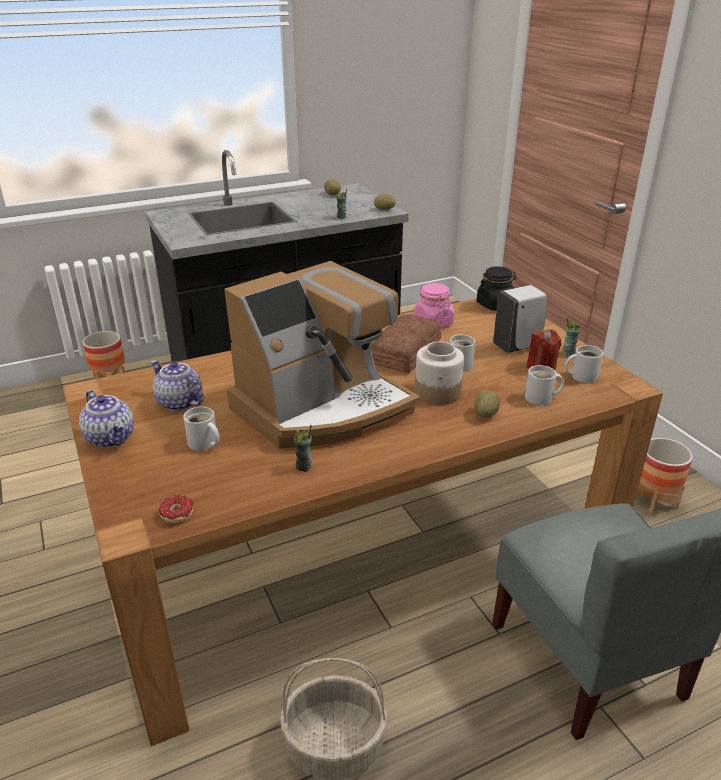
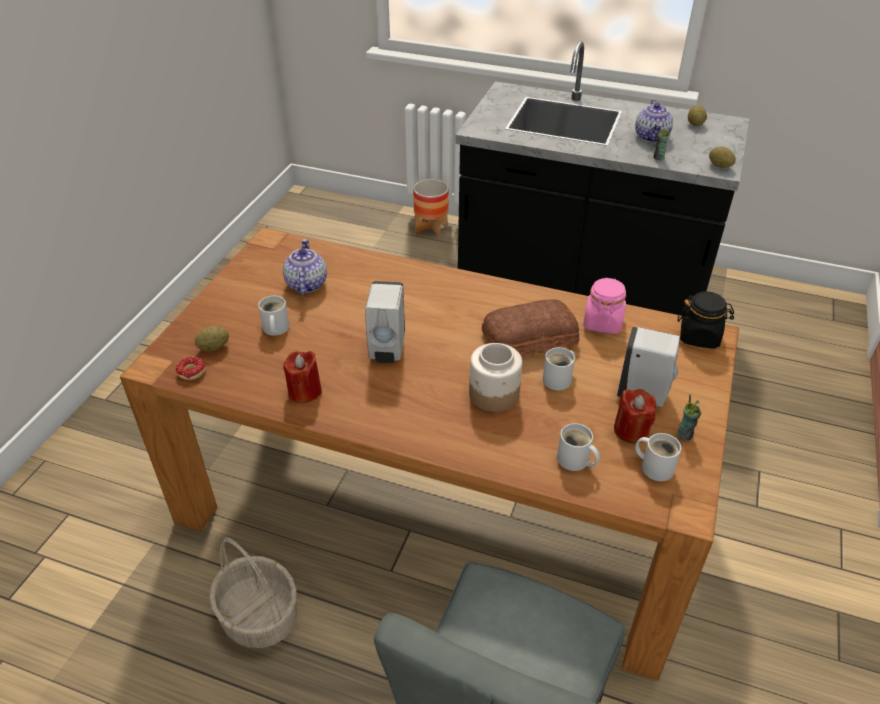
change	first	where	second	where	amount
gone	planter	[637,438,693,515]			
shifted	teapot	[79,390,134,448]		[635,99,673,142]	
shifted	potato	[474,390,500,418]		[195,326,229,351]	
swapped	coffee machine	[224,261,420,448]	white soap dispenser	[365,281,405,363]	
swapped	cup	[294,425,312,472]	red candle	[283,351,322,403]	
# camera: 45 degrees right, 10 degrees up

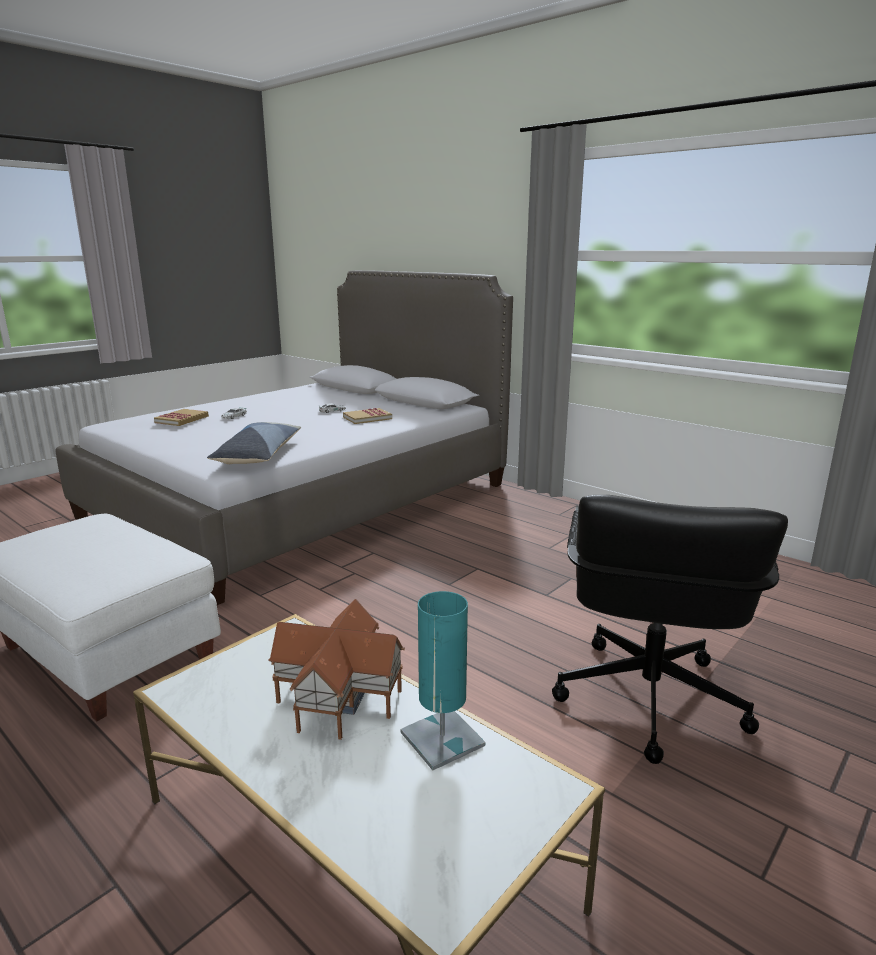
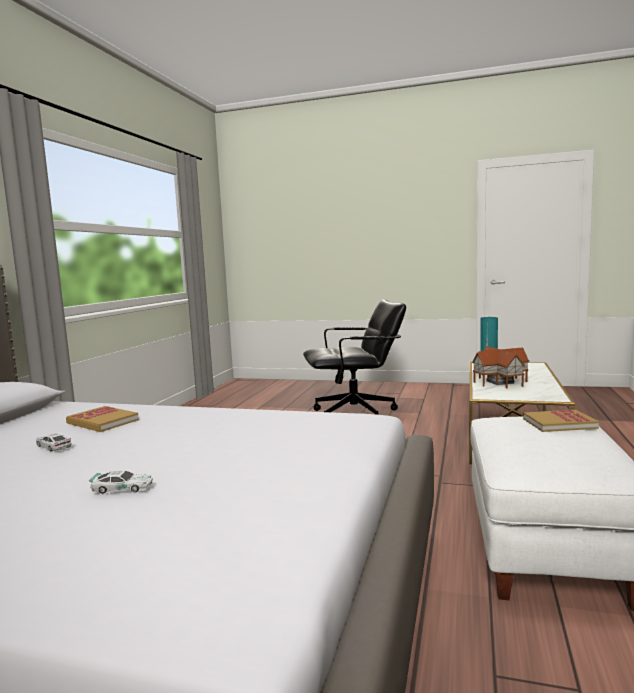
change	first	where	second	where	amount
gone	pillow	[207,422,301,464]			
shifted	book	[154,409,209,426]		[523,409,599,432]	
# camera: 115 degrees left, 10 degrees down

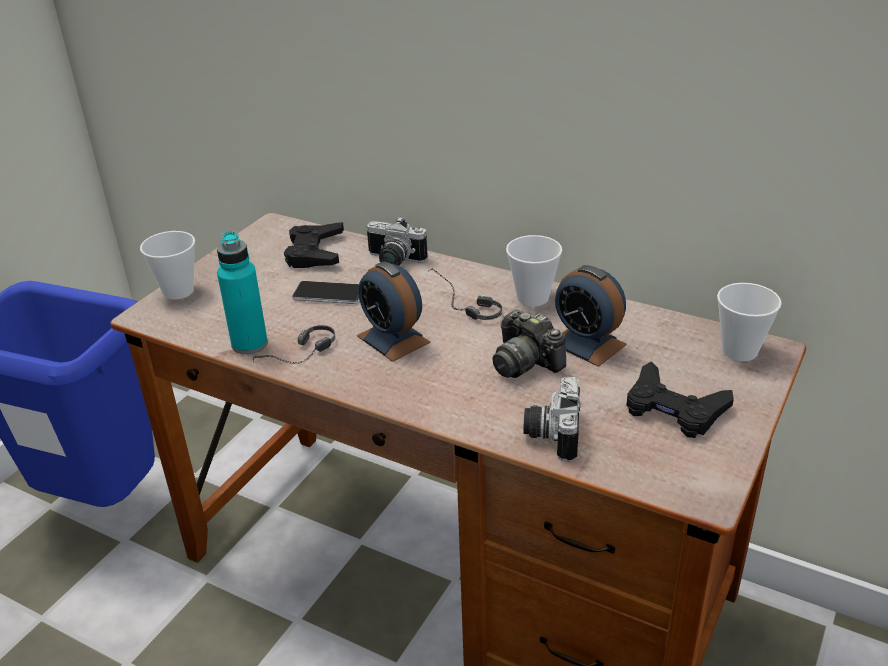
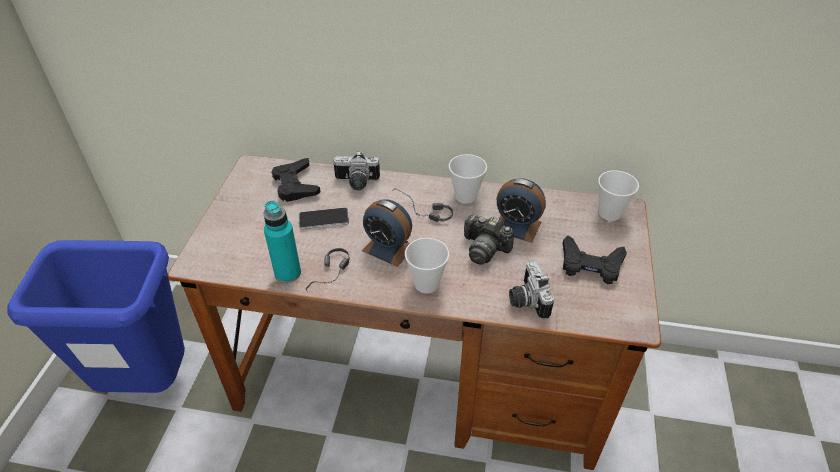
change	first	where	second	where	amount
shifted	cup	[140,231,195,300]		[405,238,449,293]	
# camera: 20 degrees left, 10 degrees up

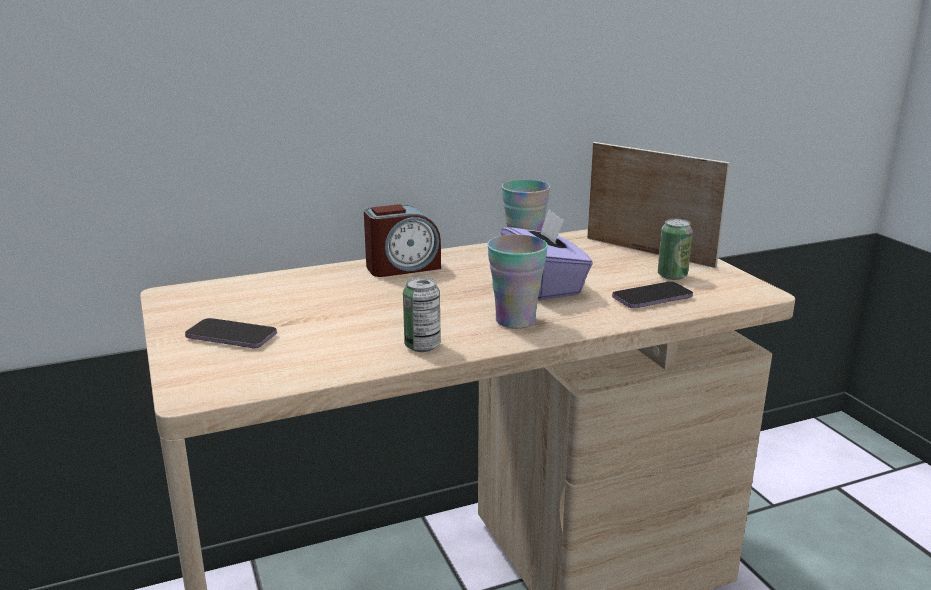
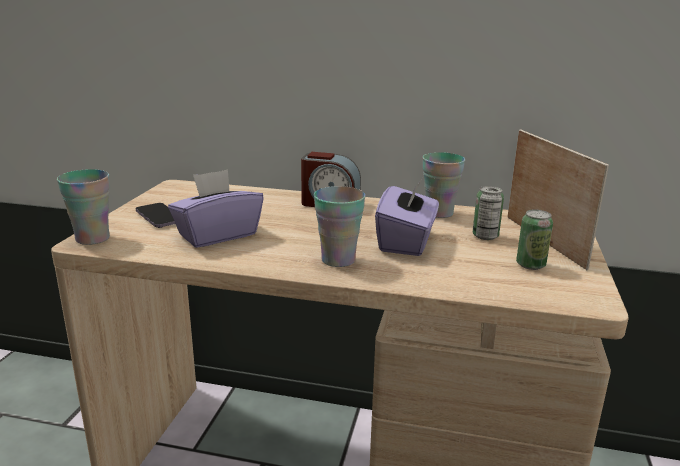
change	first	where	second	where	amount
gone	phone	[612,281,693,308]			
new			cup	[57,169,110,245]	
new			purple tissue box	[168,169,264,248]	
shifted	can	[403,277,441,352]		[473,186,504,240]	
# camera: 35 degrees right, 0 degrees up

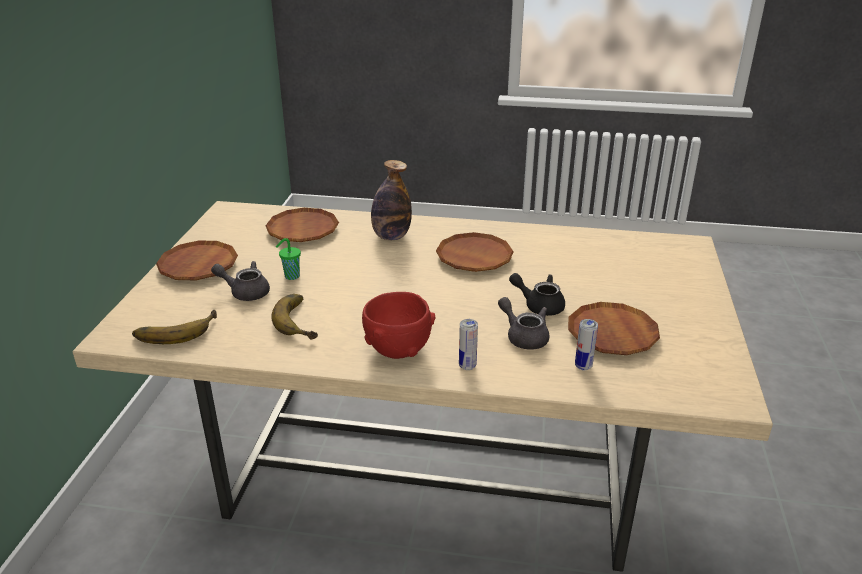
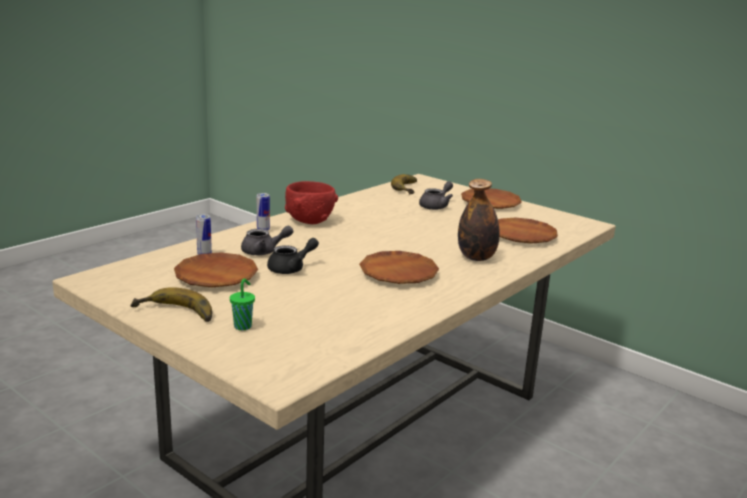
change	first	where	second	where	amount
shifted	banana	[271,294,318,340]		[130,287,212,322]	
shifted	green cup	[276,238,301,280]		[230,279,255,330]	
# camera: 120 degrees right, 10 degrees down

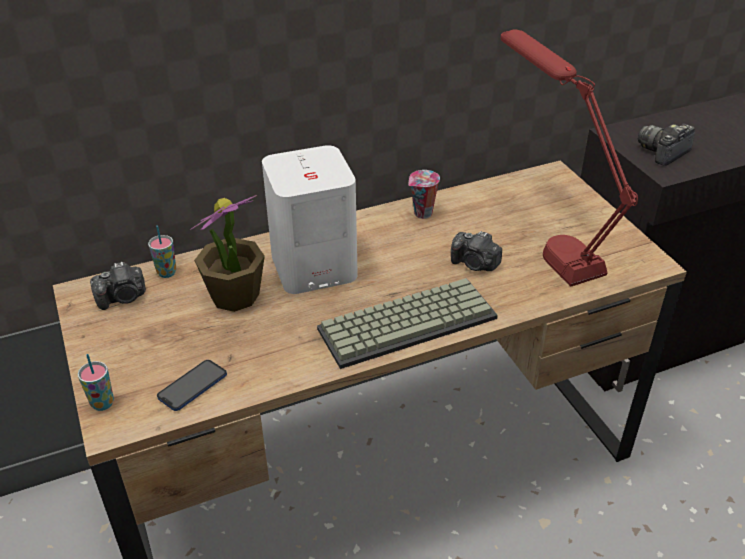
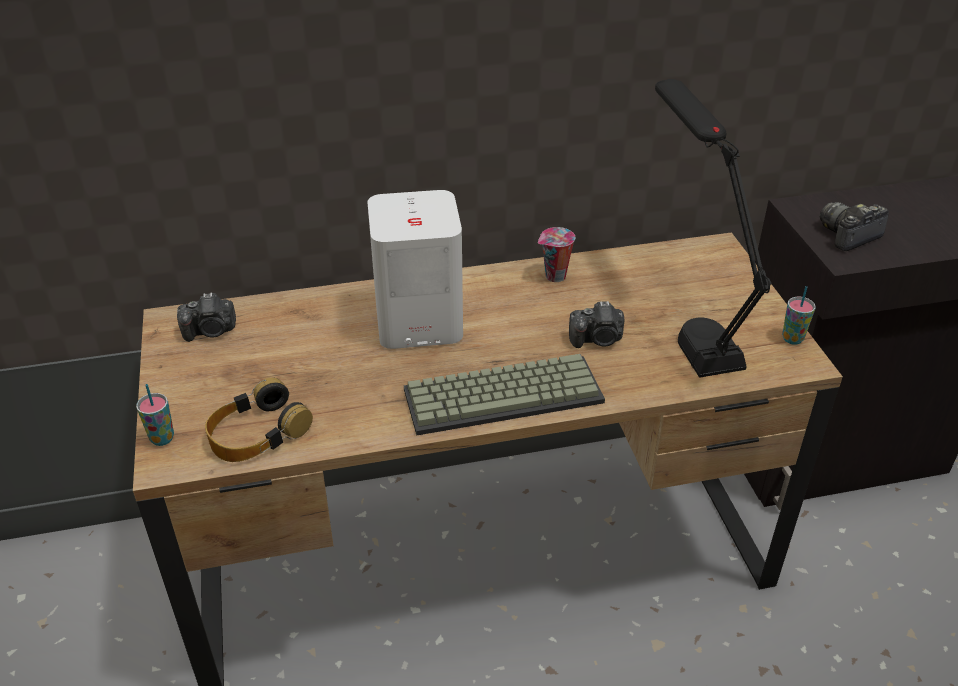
change	first	where	second	where	amount
gone	potted plant	[190,195,265,312]			
shifted	cup	[148,226,176,278]		[782,286,816,345]	
swapped	phone	[157,360,227,411]	headphones	[205,378,313,462]	
repainted	red table lamp	[500,29,638,287]	black table lamp	[655,79,772,378]	
rotated	photo camera	[451,231,502,271]		[569,301,624,348]	45 degrees counterclockwise
# camera: 10 degrees right, 0 degrees up

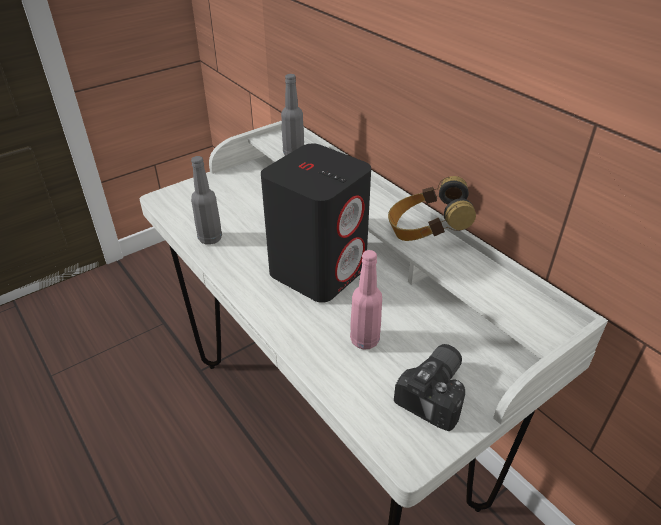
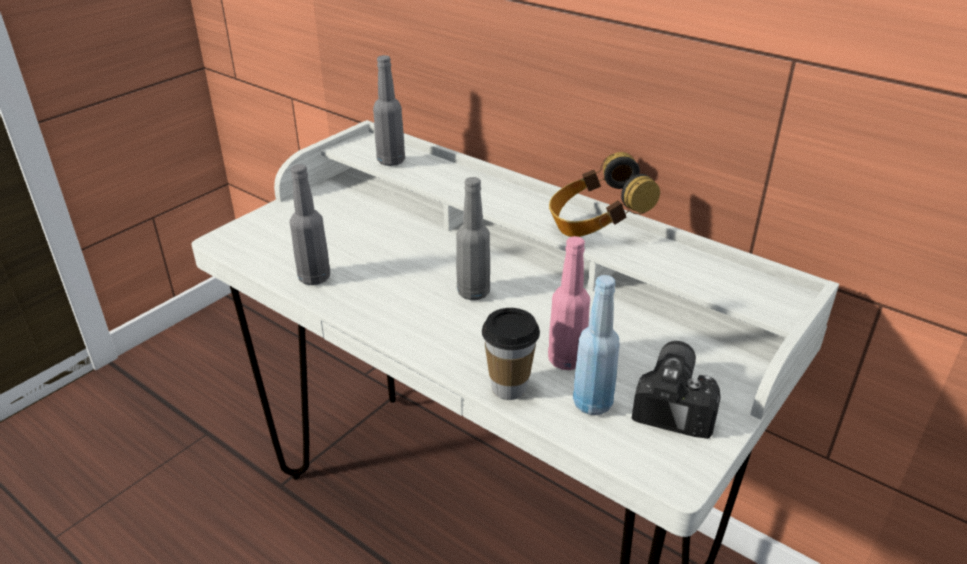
change	first	where	second	where	amount
new			cup	[482,308,540,400]	
new			blue bottle	[573,275,620,415]	
swapped	black speaker	[261,143,371,303]	grey bottle	[456,177,490,300]	
# camera: 15 degrees left, 5 degrees down

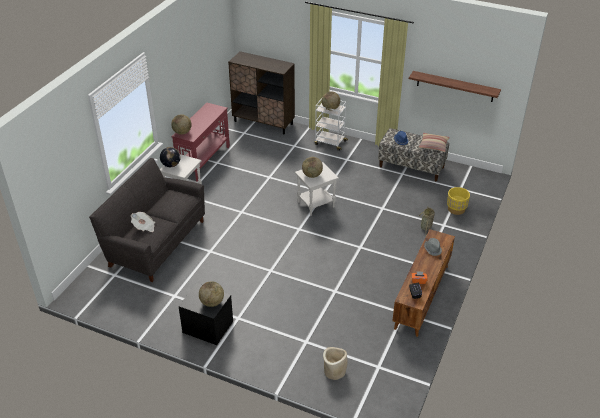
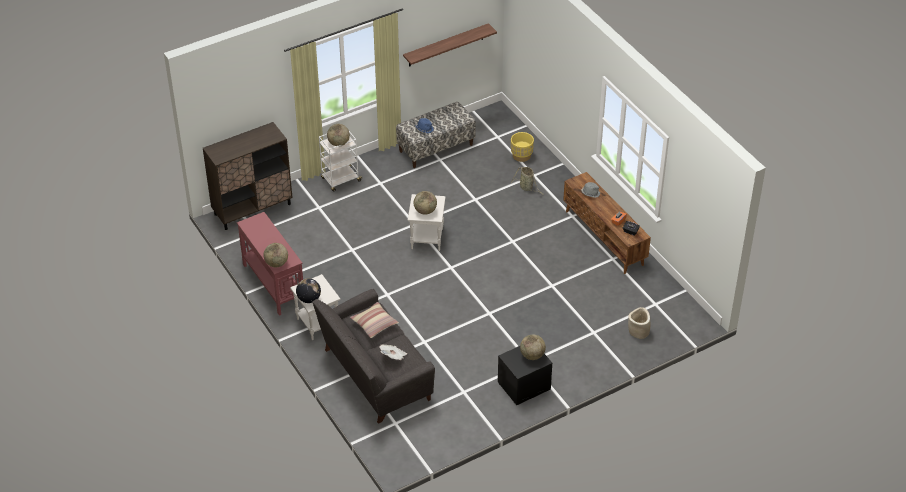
change	first	where	second	where	amount
shifted	pillow	[419,133,450,152]		[350,302,399,338]	
# camera: 55 degrees left, 5 degrees up

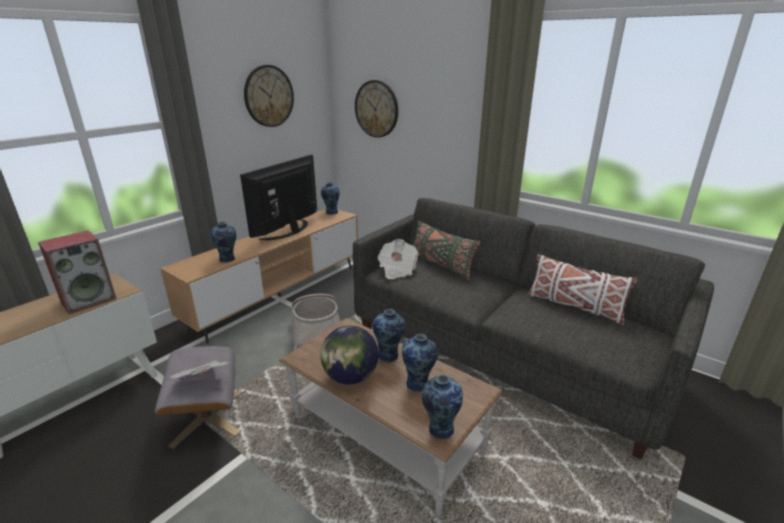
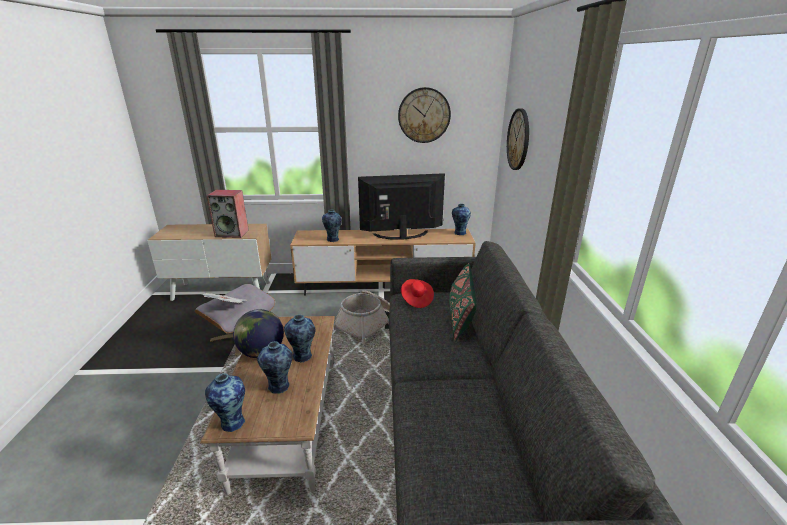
change	first	where	second	where	amount
gone	white pillow	[528,254,638,325]			
swapped	newspaper	[378,239,419,279]	red hat	[401,279,434,308]	
# camera: 50 degrees right, 0 degrees up

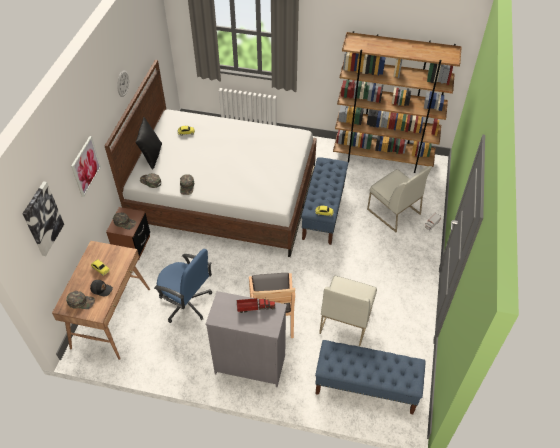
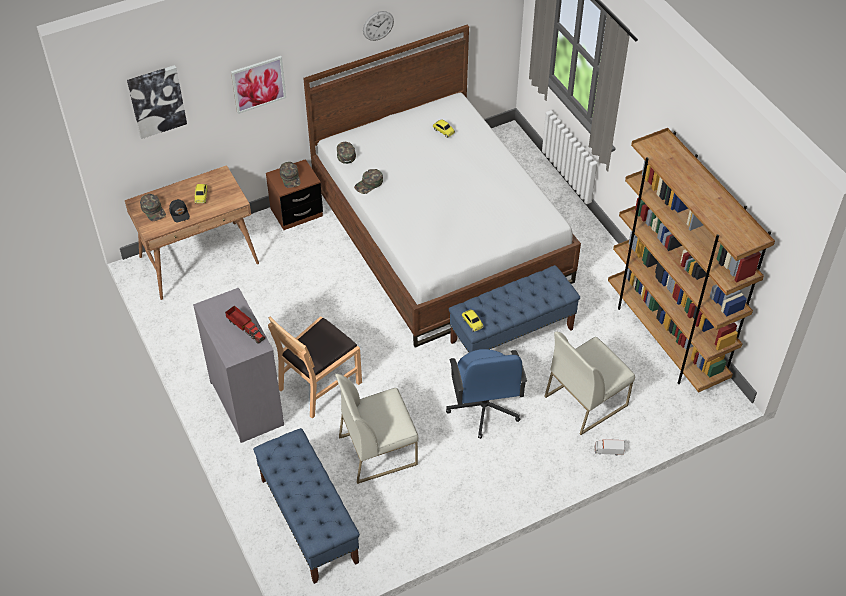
change	first	where	second	where	amount
gone	black pillow	[136,117,162,170]			
shifted	blue office chair	[154,249,212,323]		[446,349,527,439]	
rotated	white chair	[367,166,432,232]		[544,332,635,435]	45 degrees clockwise
# camera: 50 degrees right, 0 degrees up

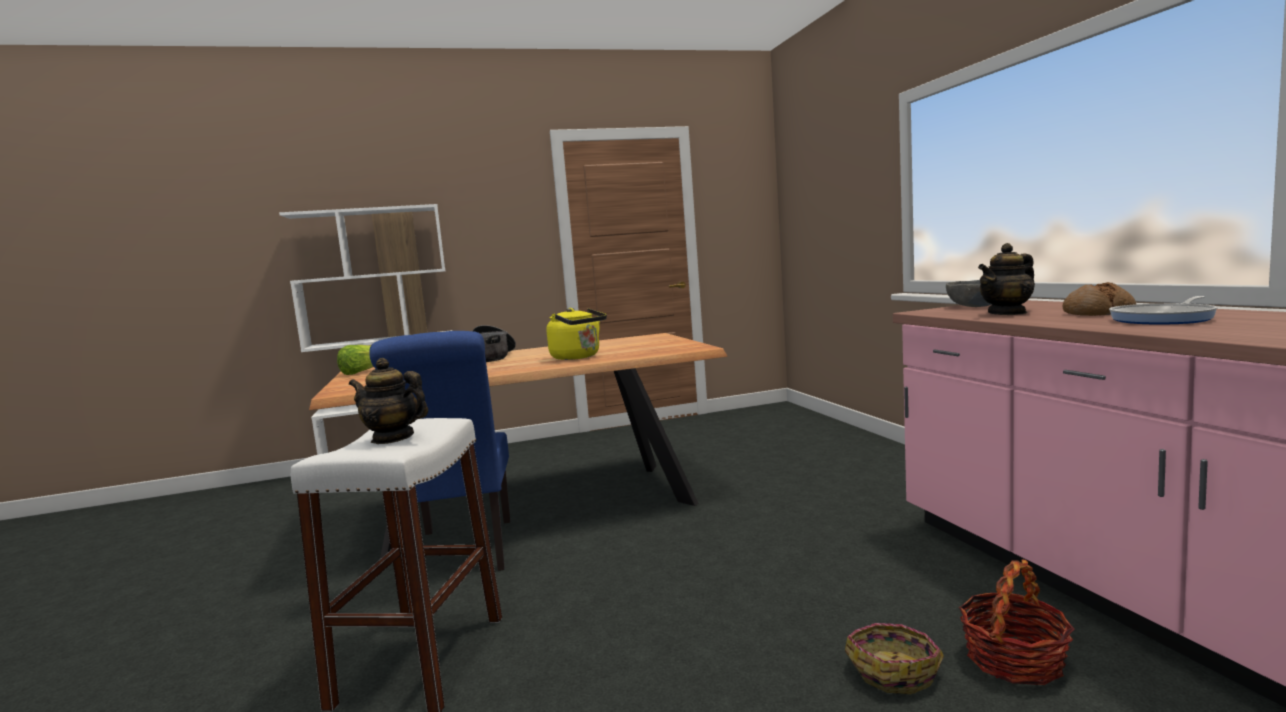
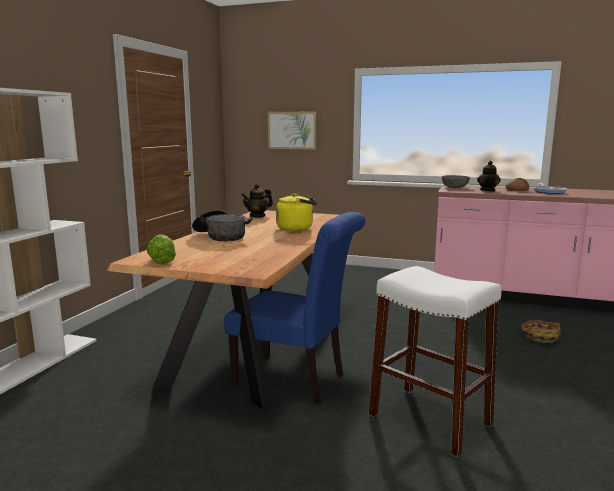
change	first	where	second	where	amount
gone	basket	[959,559,1075,685]			
new			picture	[268,111,317,150]	
shifted	teapot	[349,358,428,444]		[241,184,273,218]	
# camera: 55 degrees left, 5 degrees up

